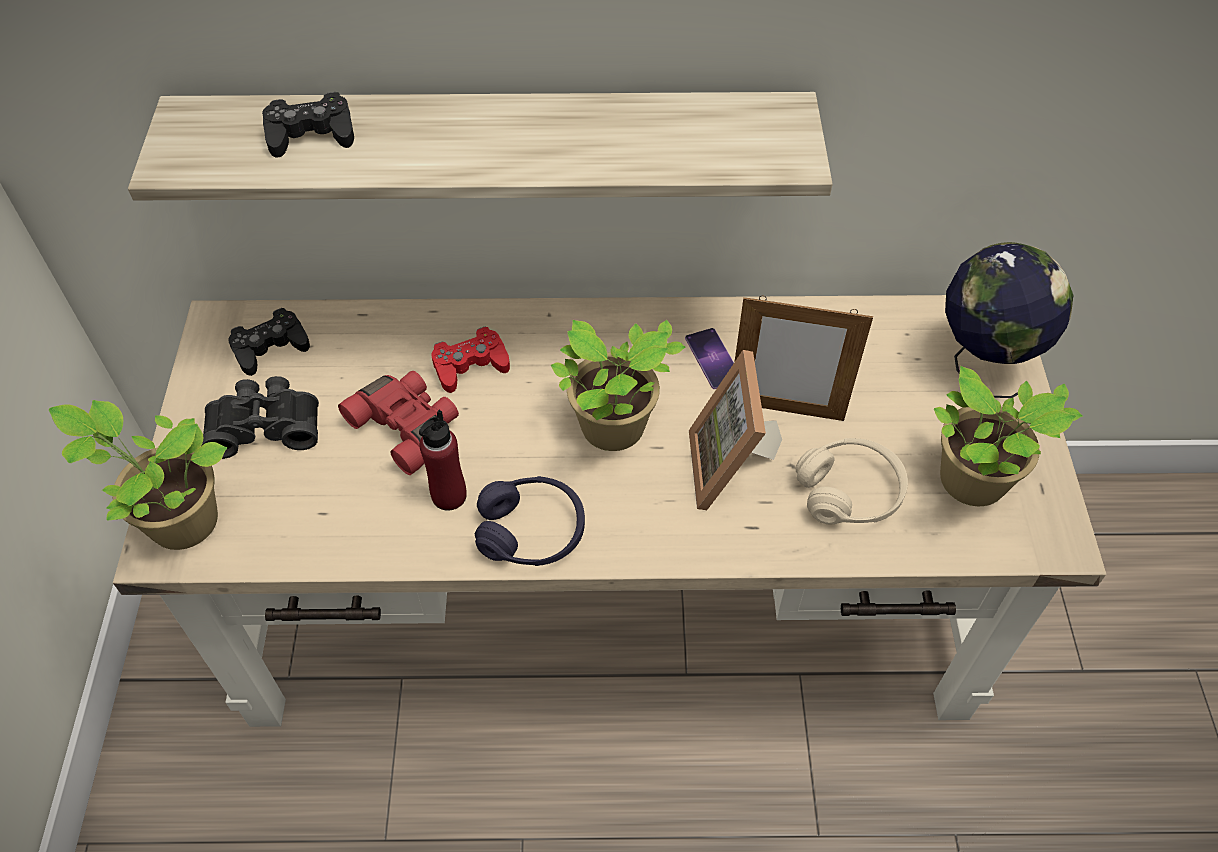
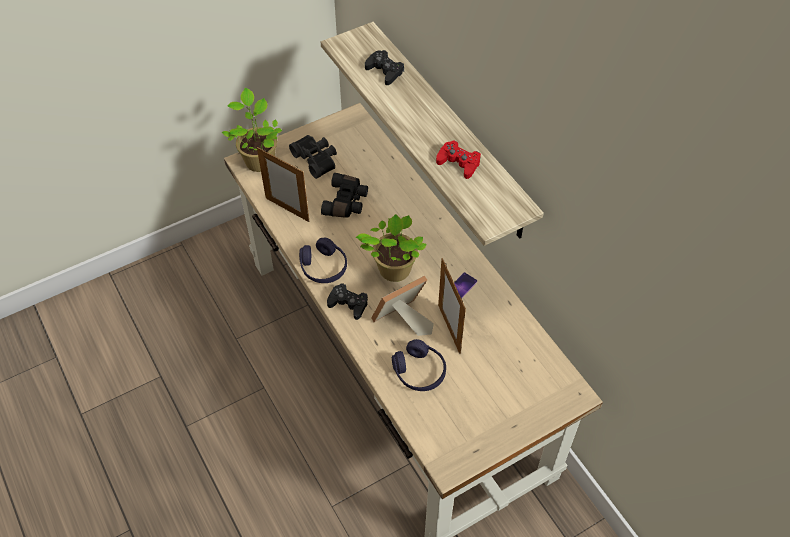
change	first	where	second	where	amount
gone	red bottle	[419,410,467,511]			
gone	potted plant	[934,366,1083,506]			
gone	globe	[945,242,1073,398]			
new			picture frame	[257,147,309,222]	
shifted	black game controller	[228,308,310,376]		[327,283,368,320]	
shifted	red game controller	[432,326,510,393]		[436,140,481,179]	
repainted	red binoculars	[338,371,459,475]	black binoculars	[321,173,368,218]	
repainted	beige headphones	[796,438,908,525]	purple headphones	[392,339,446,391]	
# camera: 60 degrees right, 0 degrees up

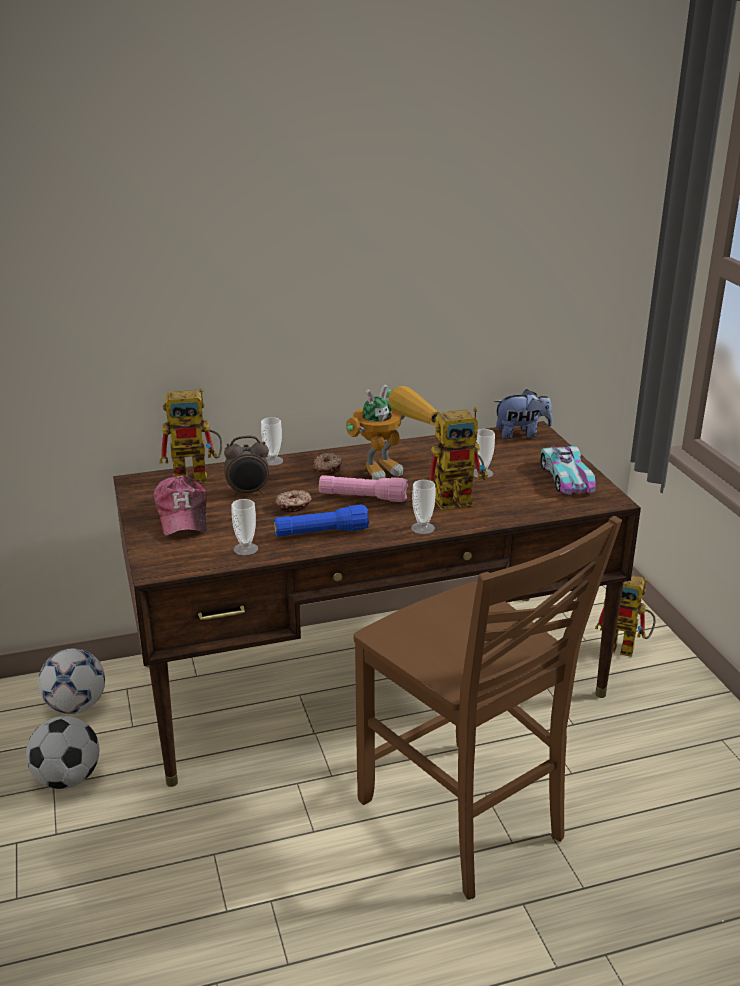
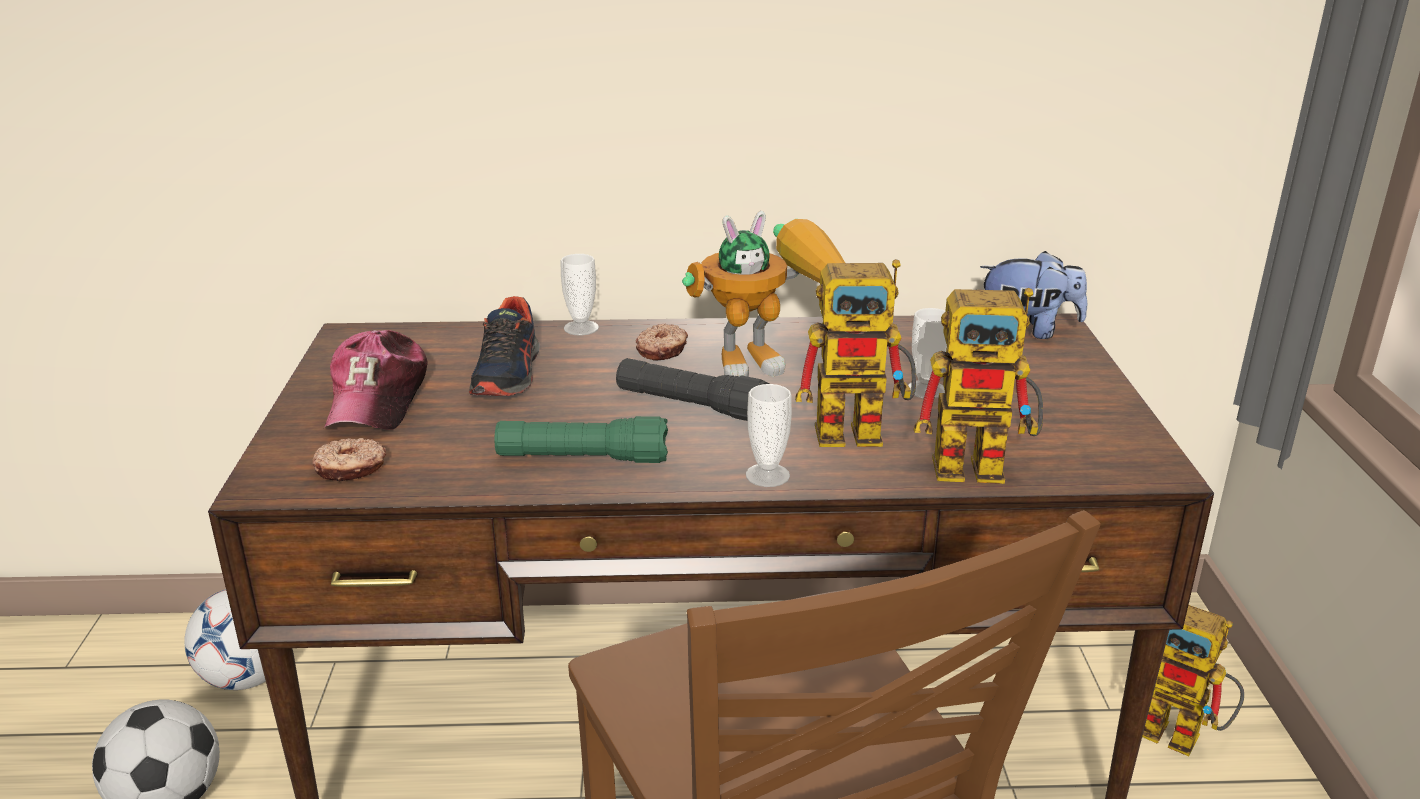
change	first	where	second	where	amount
gone	cup	[231,499,258,556]			
gone	toy car	[540,445,596,495]			
shifted	toy robot	[160,388,222,484]		[914,288,1043,484]	
shifted	donut	[275,490,312,512]		[313,438,386,481]	
swapped	alarm clock	[224,435,269,496]	shoe	[469,296,539,396]	
repainted	blue flashlight	[274,504,369,537]	green flashlight	[494,416,668,463]	
repainted	pink flashlight	[319,475,408,502]	black flashlight	[616,358,769,421]	
# camera: 15 degrees right, 0 degrees up

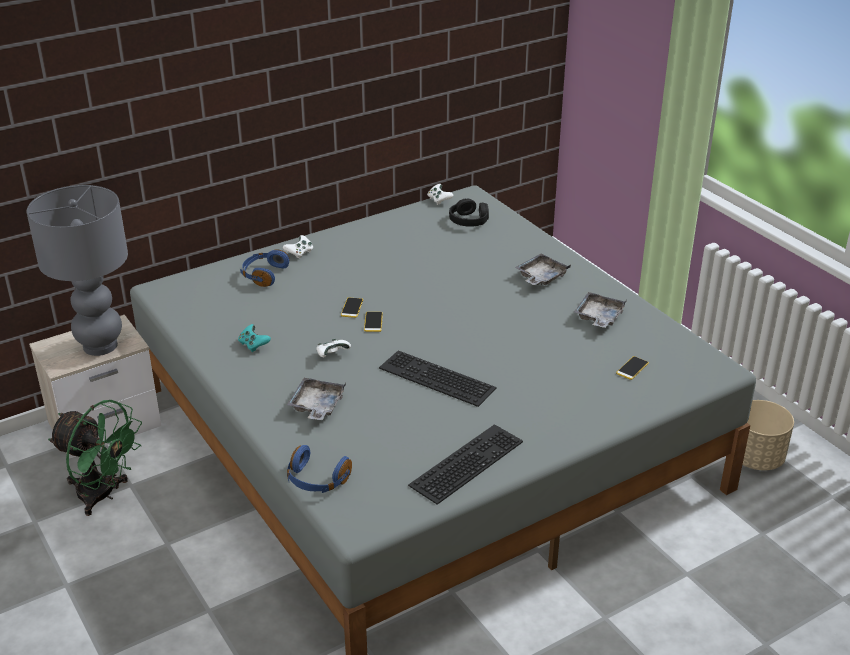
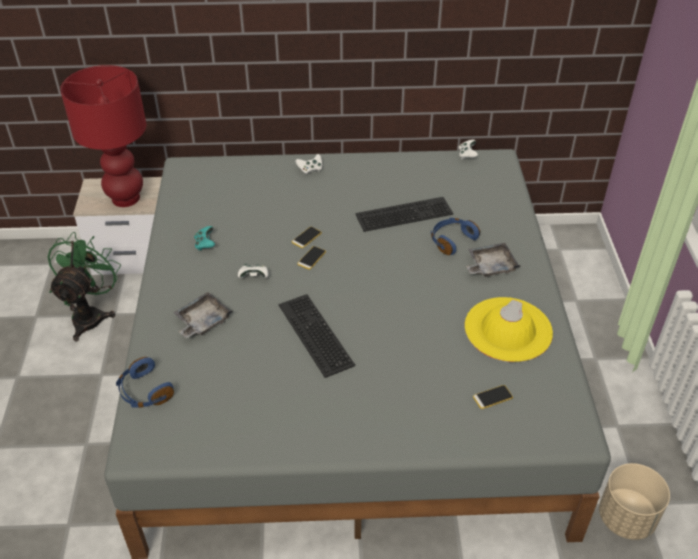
change	first	where	second	where	amount
gone	black headphones	[449,199,489,227]			
shifted	blue headphones	[240,250,289,287]		[431,218,480,255]	
shifted	keyboard	[408,424,523,505]		[355,197,453,232]	
swapped	grey tray	[574,292,627,328]	yellow hat	[465,297,553,362]	
repainted	grey table lamp	[26,185,128,356]	red table lamp	[60,65,146,207]	
rotated	green fan	[48,400,142,516]		[48,232,121,341]	135 degrees counterclockwise
# camera: 30 degrees right, 10 degrees up

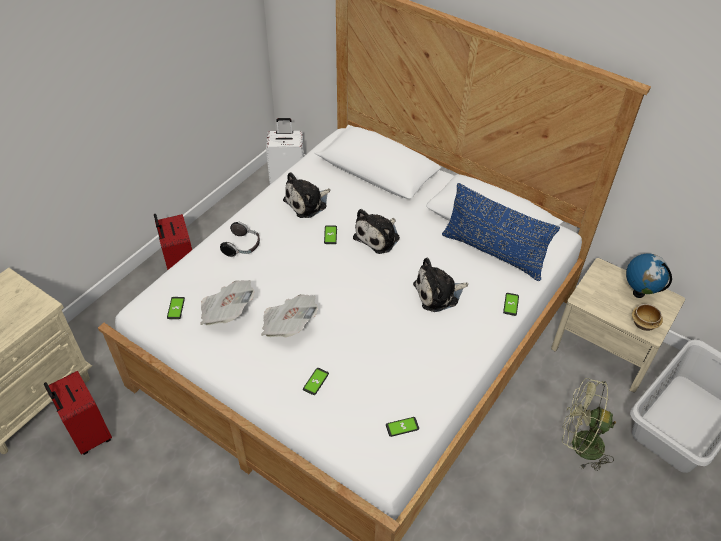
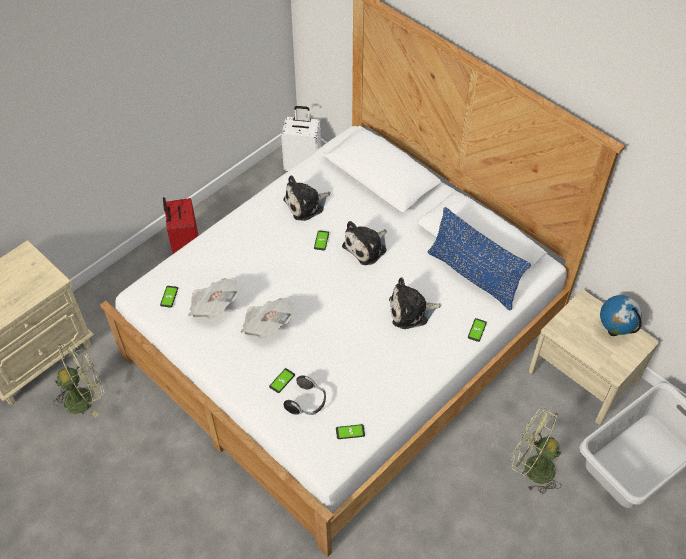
change	first	where	second	where	amount
gone	bowl	[632,304,663,331]			
shifted	headphones	[220,222,260,257]		[284,375,326,415]	
swapped	red suitcase	[44,371,112,455]	green fan	[53,340,104,417]	
# camera: 10 degrees right, 5 degrees up

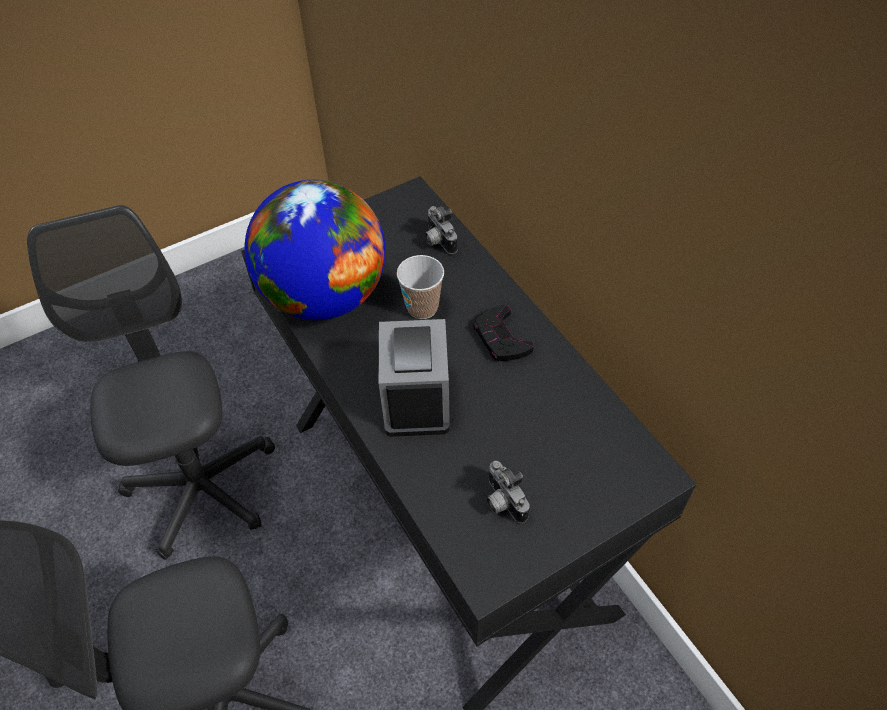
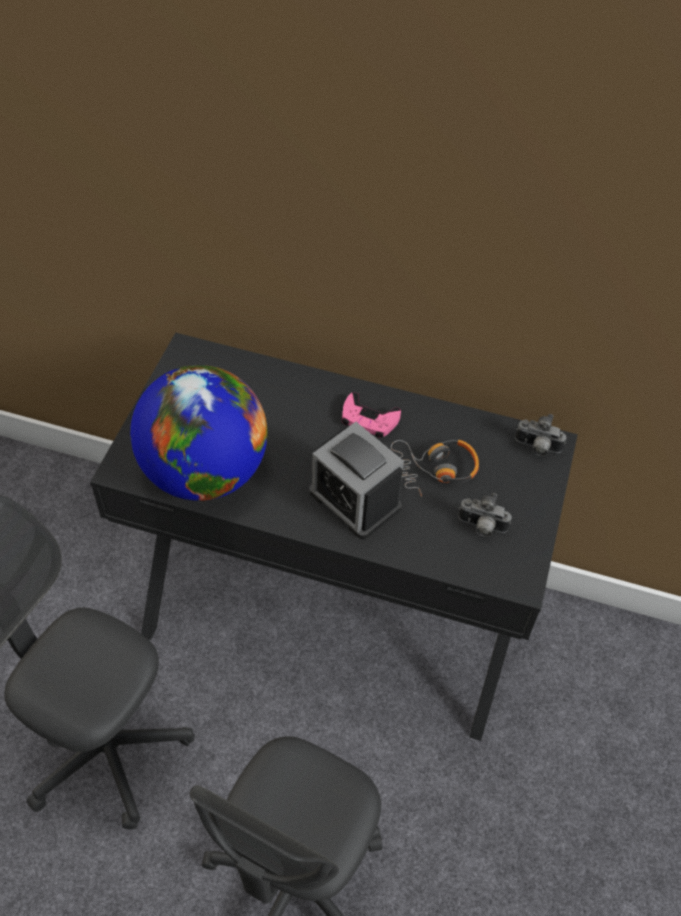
change	first	where	second	where	amount
gone	cup	[397,255,444,319]			
new			headphones	[391,440,479,497]	
shifted	photo camera	[425,206,458,254]		[515,414,567,456]	
repainted	black game controller	[473,305,534,361]	pink game controller	[342,392,401,438]	
# camera: 45 degrees left, 0 degrees up

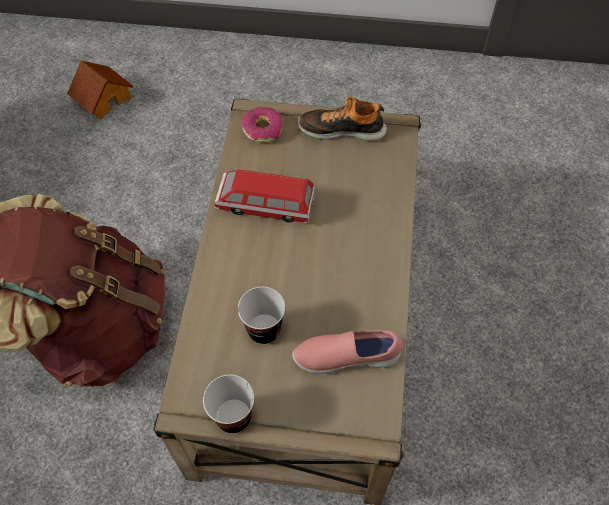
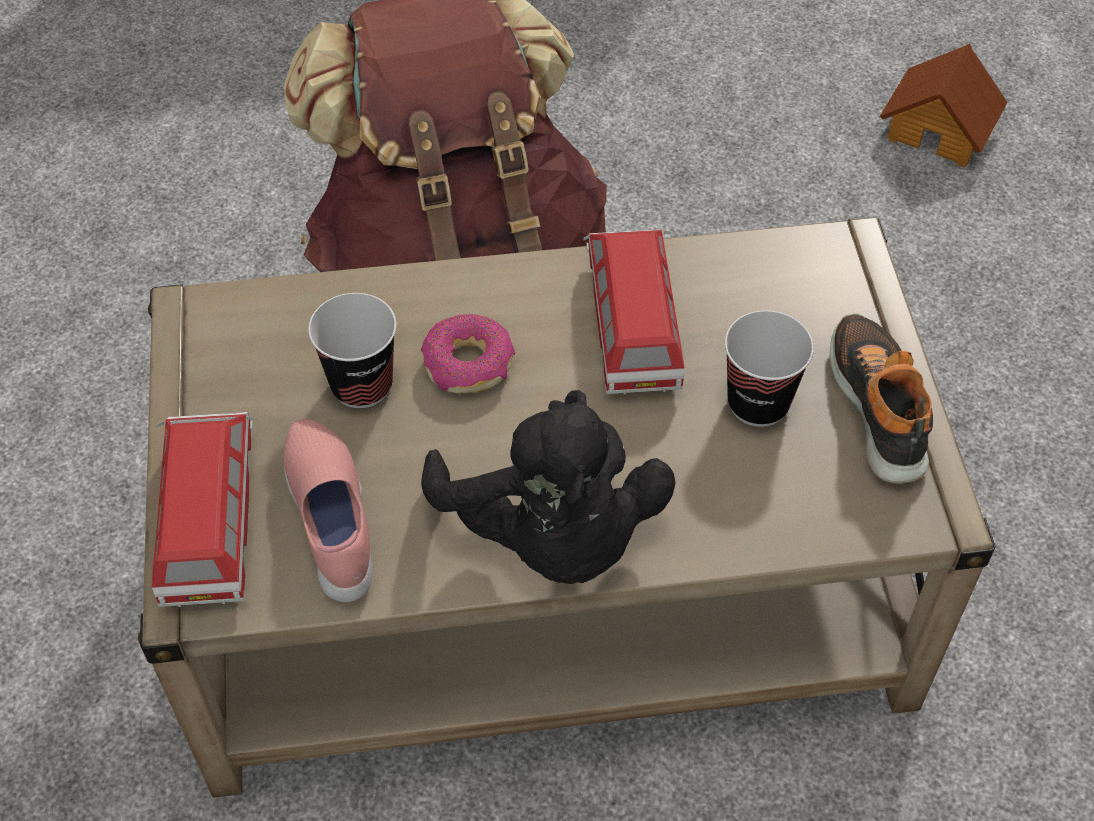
change	first	where	second	where	amount
new			toy car	[152,412,254,607]	
new			black plush toy	[421,390,676,584]	
shifted	cup	[203,374,254,433]		[725,310,814,427]	
shifted	donut	[242,107,283,143]		[421,314,515,394]	
# camera: 75 degrees right, 5 degrees down

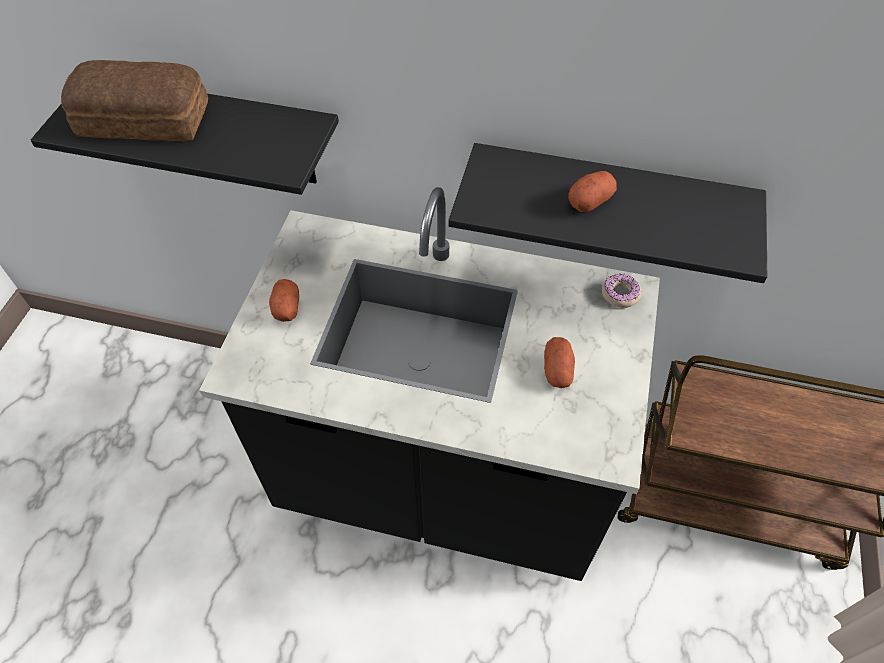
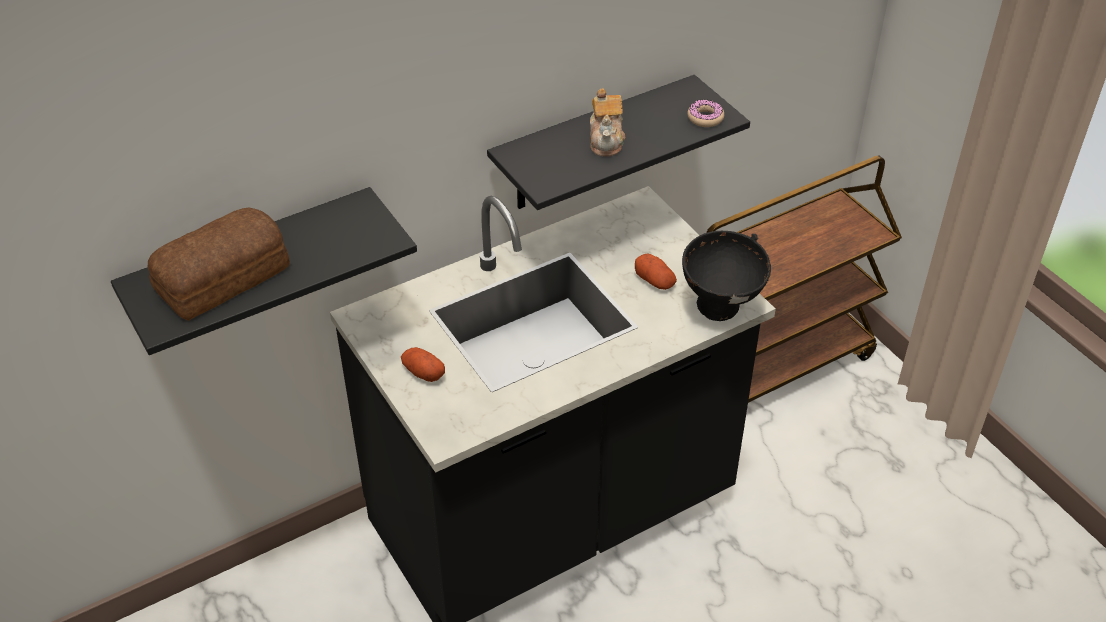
change	first	where	second	where	amount
new			black bowl	[682,231,771,321]	
shifted	donut	[602,273,642,308]		[687,100,724,127]	
swapped	potato	[568,171,617,212]	teapot	[590,88,625,157]	
# camera: 45 degrees left, 10 degrees down

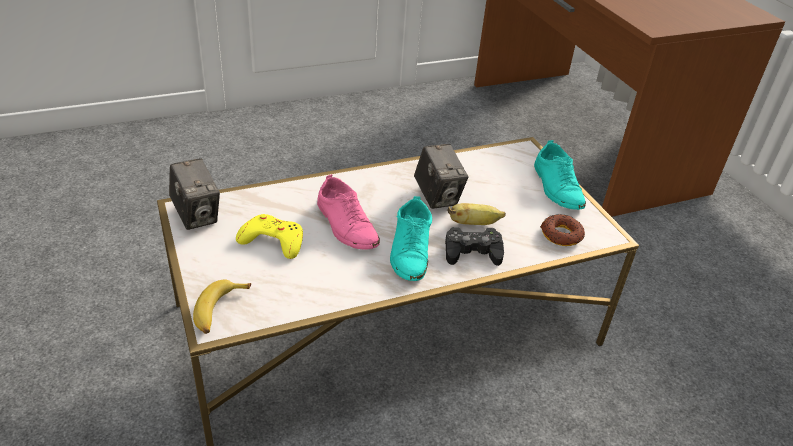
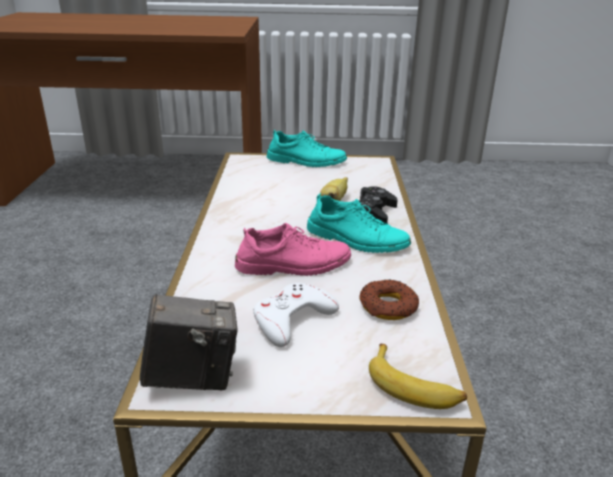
change	first	where	second	where	amount
gone	photo camera	[414,144,469,209]			
shifted	donut	[540,214,585,246]		[360,279,419,320]	
repainted	yellow game controller	[236,214,303,259]	white game controller	[253,283,339,347]	
# camera: 65 degrees left, 10 degrees down

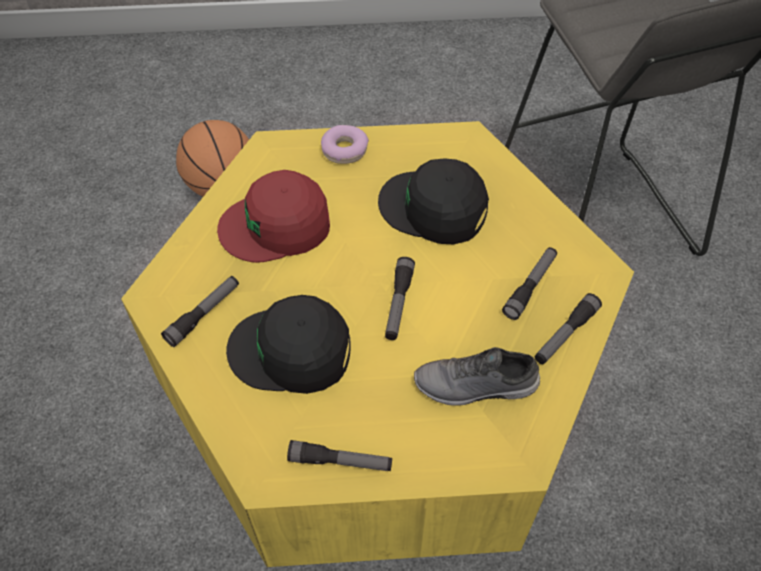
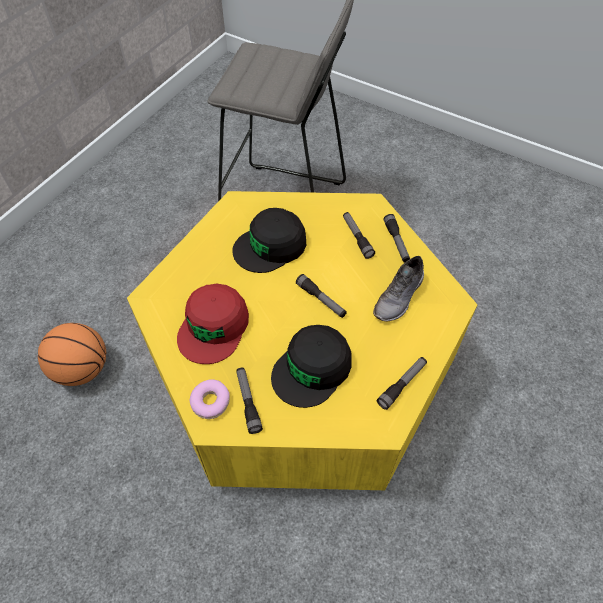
change	first	where	second	where	amount
shifted	donut	[321,125,369,164]		[190,379,230,419]	
# camera: 55 degrees left, 0 degrees up

